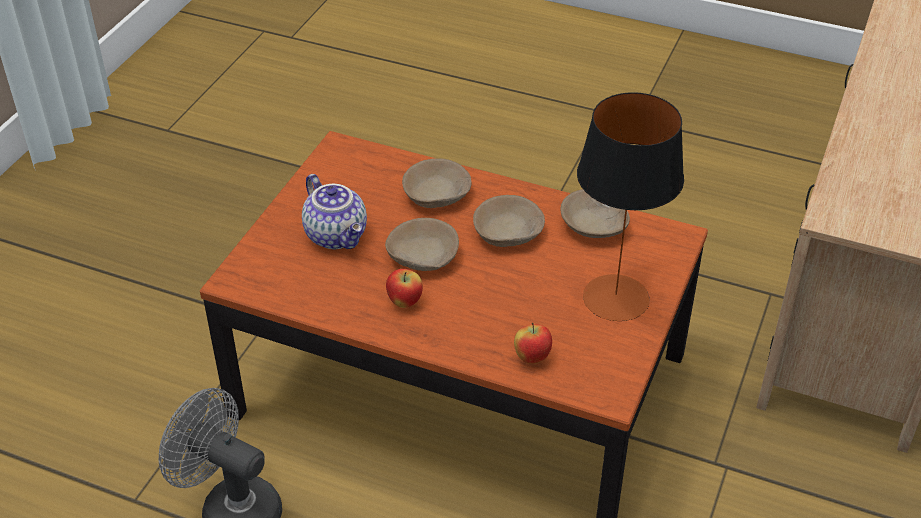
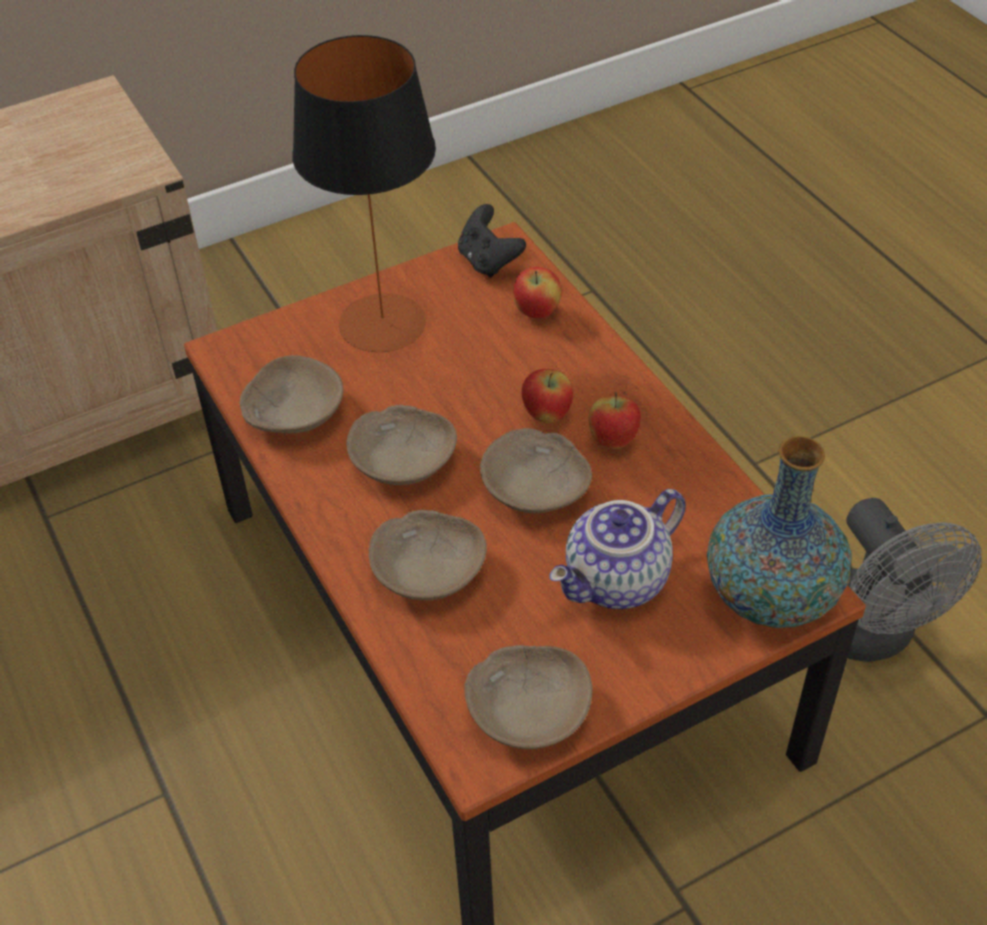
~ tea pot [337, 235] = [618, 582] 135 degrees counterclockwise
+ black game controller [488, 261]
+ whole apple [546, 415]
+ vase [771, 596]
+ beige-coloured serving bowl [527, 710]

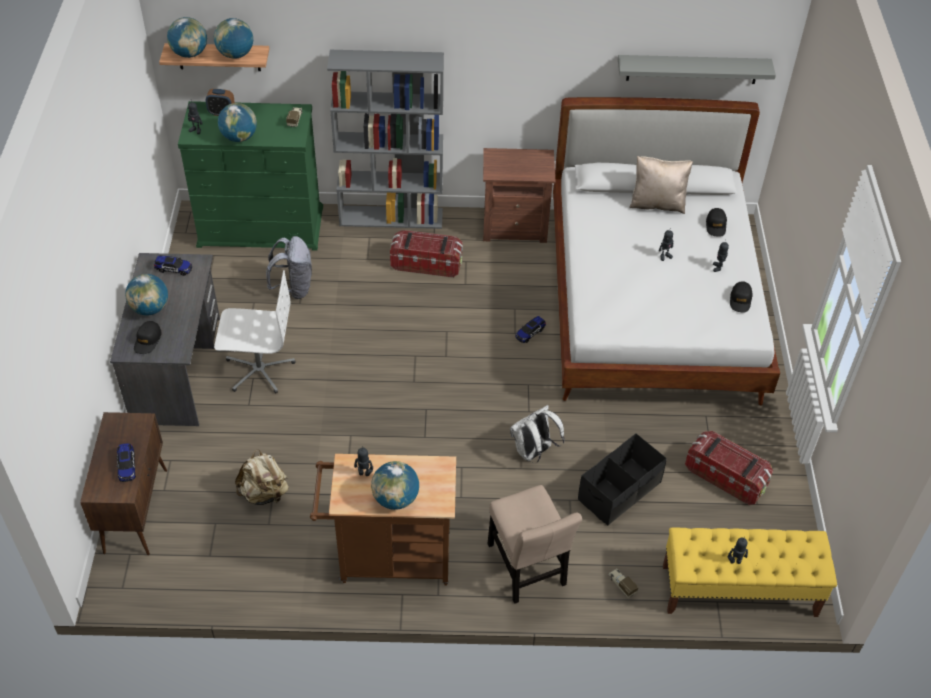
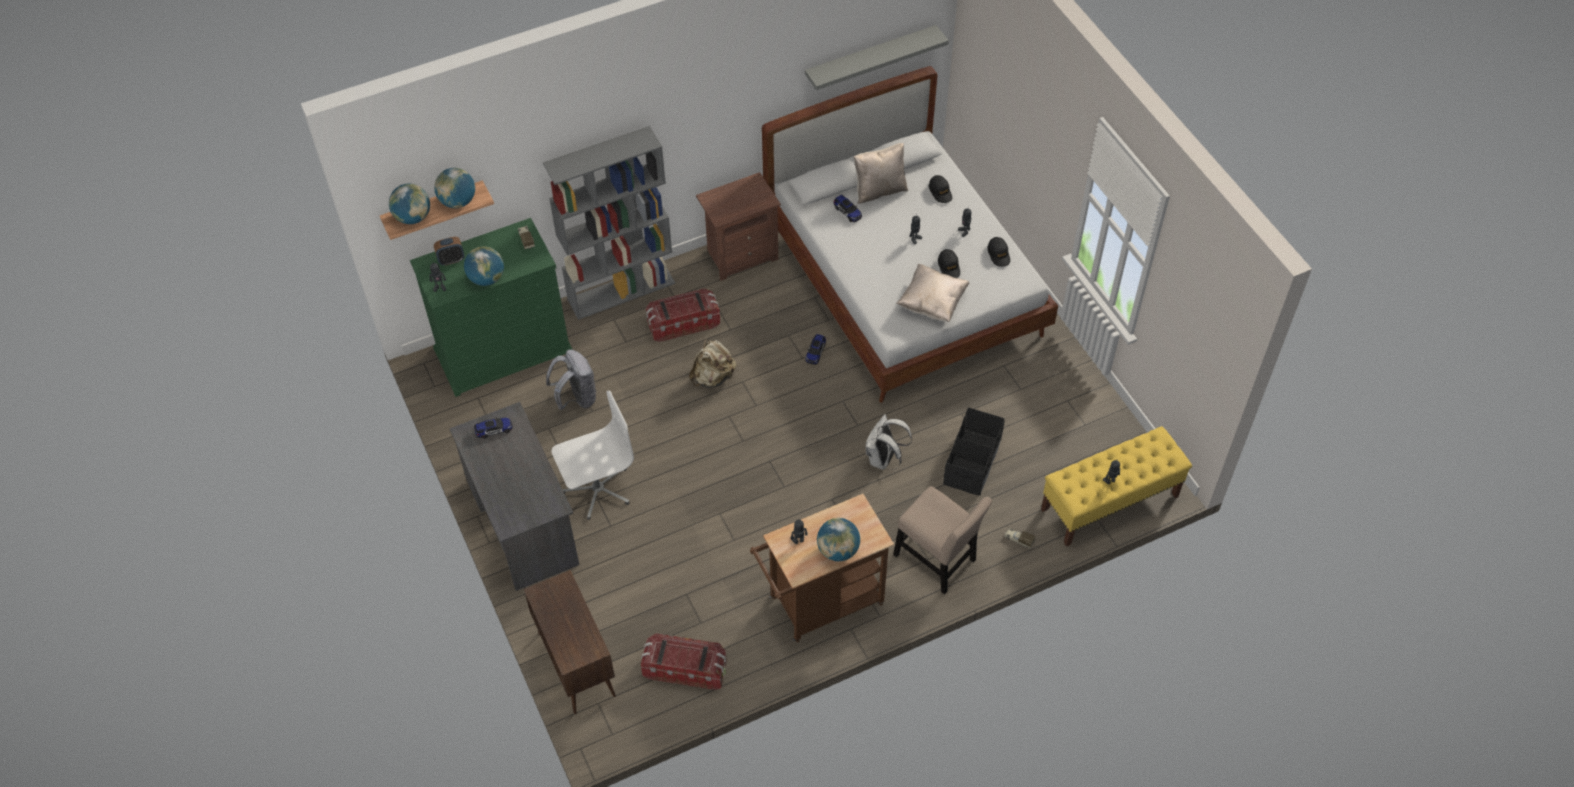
- desk globe [150, 308]
~ black baseball cap [147, 340] to [949, 267]
~ storage bin [726, 476] to [685, 669]
~ toy car [127, 466] to [847, 212]
~ beige-coloured backpack [264, 493] to [713, 377]
+ beige-coloured cushion [932, 303]

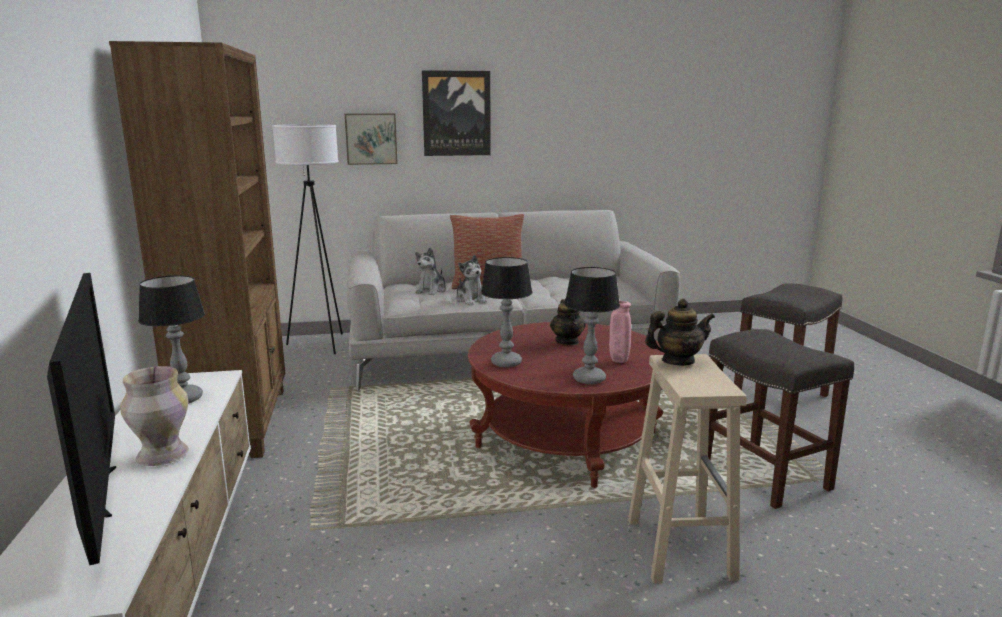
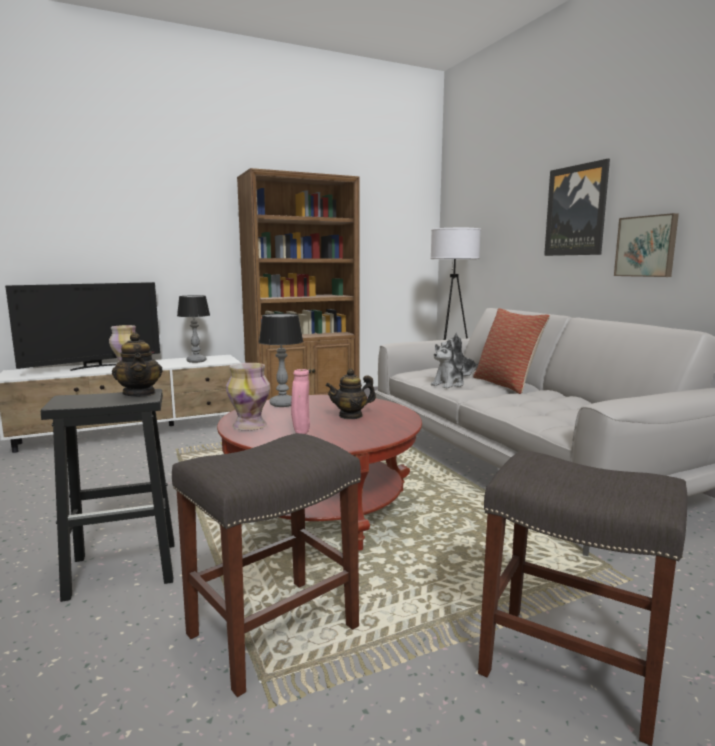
~ wall art [371, 138] to [646, 246]
~ lamp for a table [588, 379] to vase [249, 426]
~ beige-coloured stool [678, 547] to black stool [125, 569]

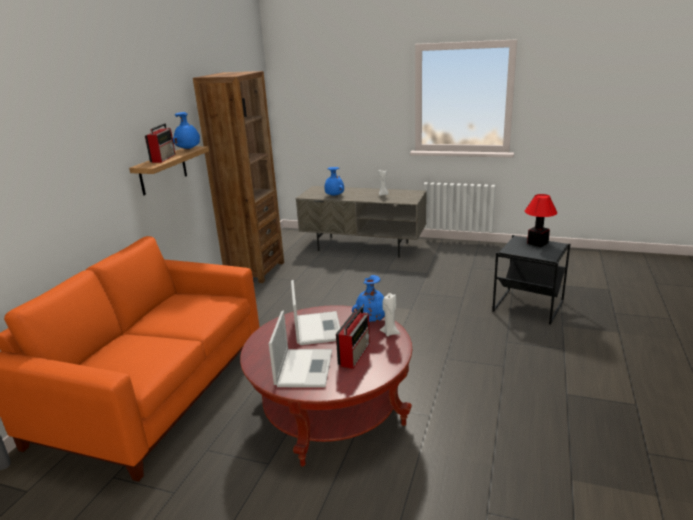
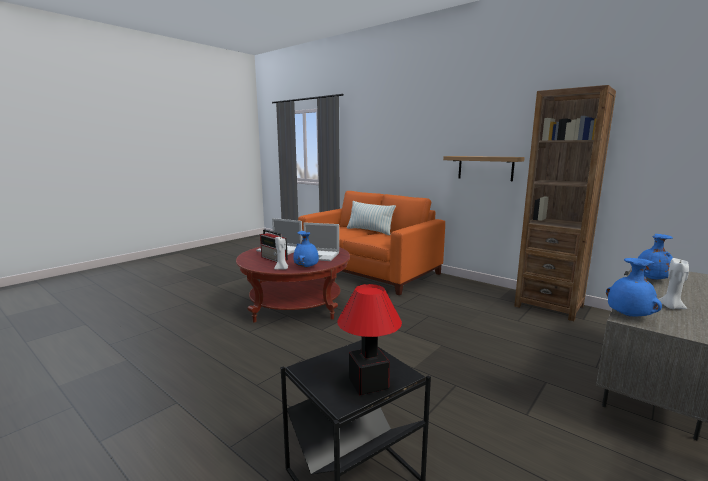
~ blue vase [189, 149] to [628, 316]
- radio receiver [163, 158]
+ cushion [369, 231]

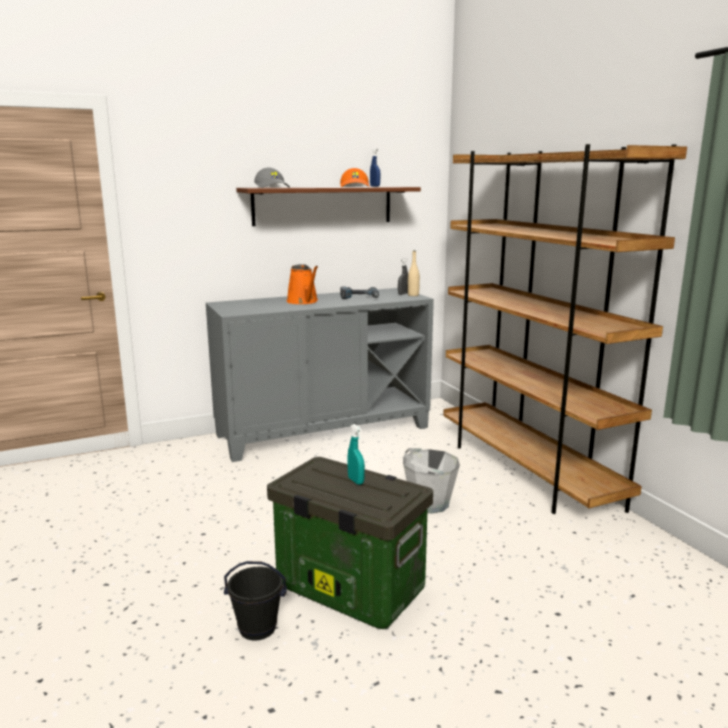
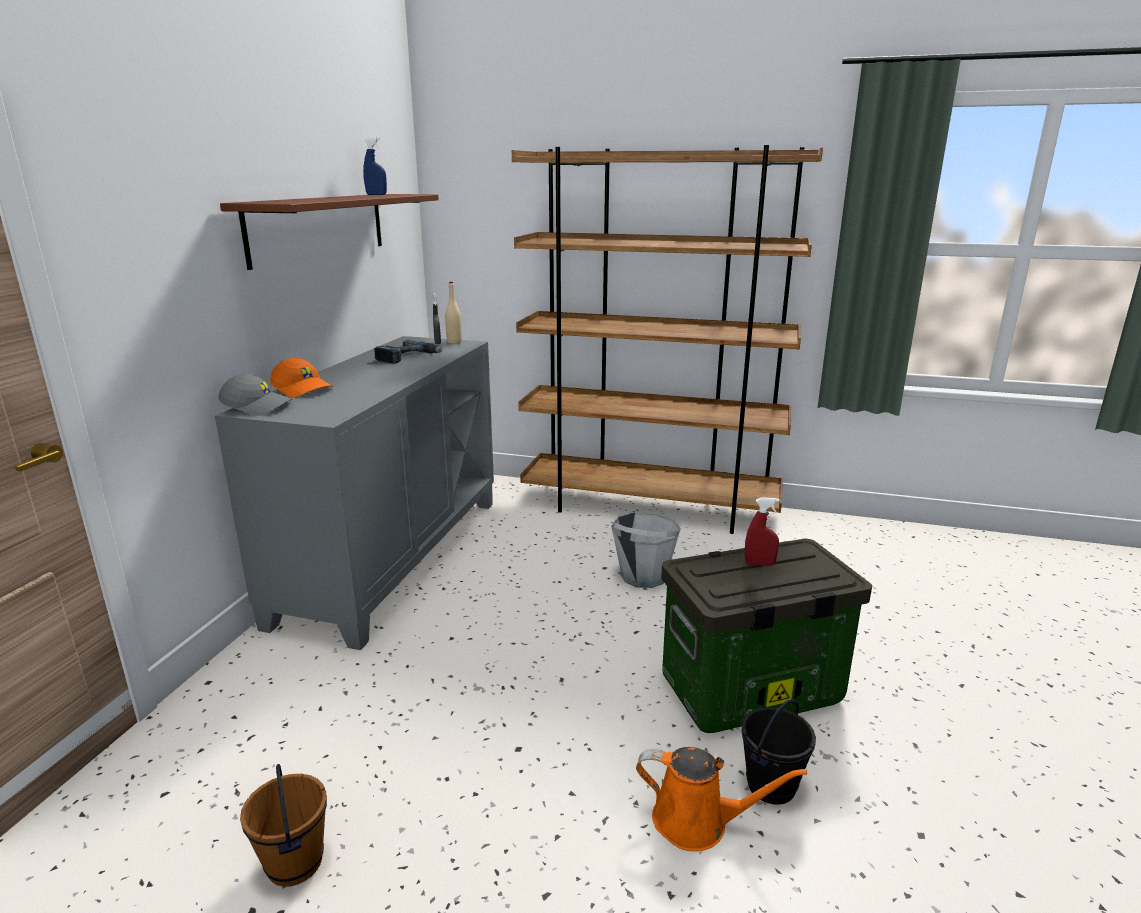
~ gray baseball cap [272, 187] to [258, 406]
~ orange-coloured baseball cap [355, 186] to [303, 389]
~ orange-coloured watering pot [303, 302] to [697, 822]
~ turquoise-coloured hand sprayer [356, 481] to red hand sprayer [759, 564]
+ brown pail [293, 864]

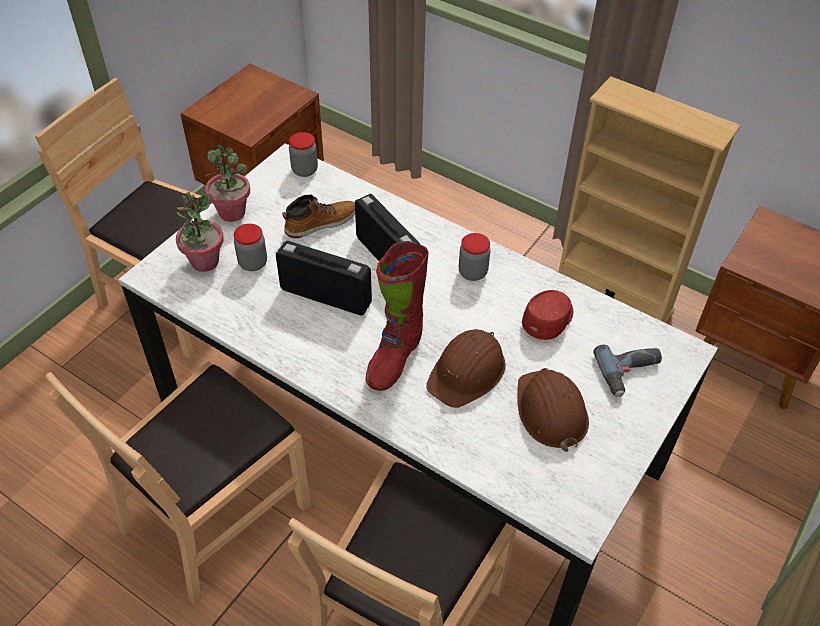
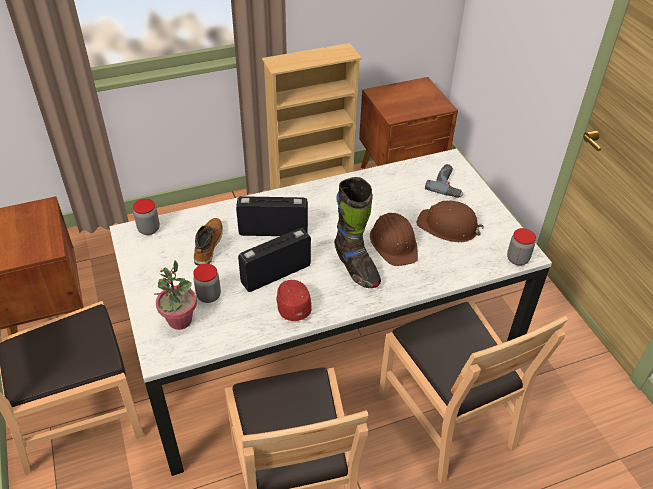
- plant in a pot [232, 212]
~ jar [472, 272] to [517, 259]
~ red high-top boot [394, 358] to black high-top boot [356, 268]
~ red baseball cap [549, 320] to [292, 304]

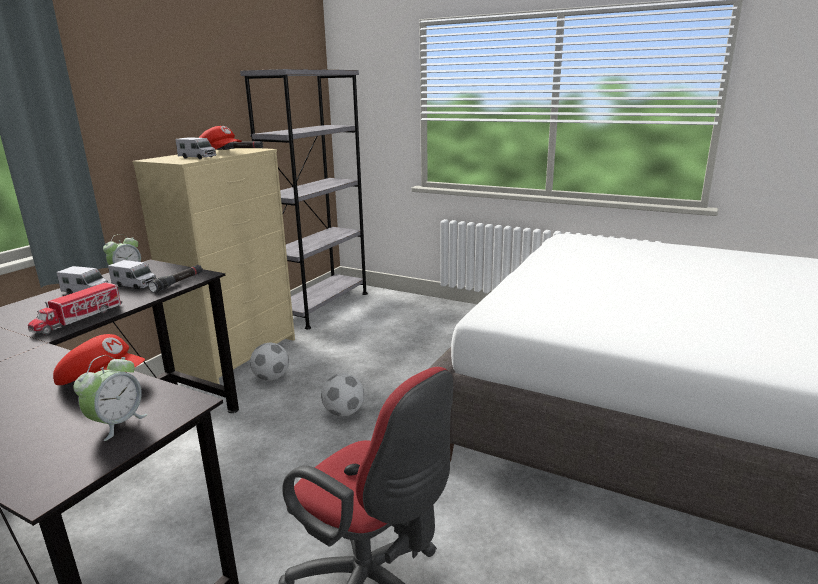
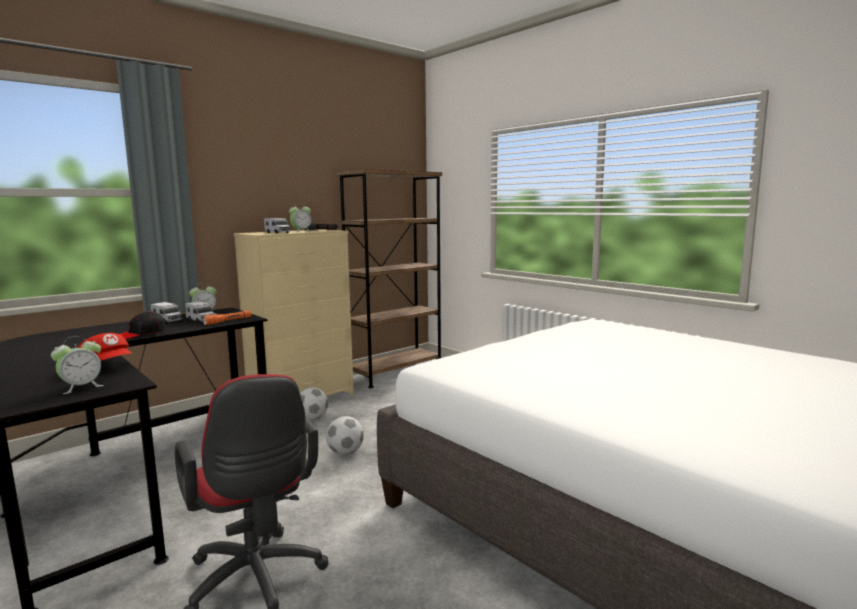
~ gray shelving unit [322, 306] to brown shelving unit [395, 373]
~ red baseball cap [220, 153] to bedside clock [301, 231]
~ black flashlight [178, 283] to orange-coloured flashlight [228, 321]
~ toy lorry [78, 319] to black baseball cap [141, 334]

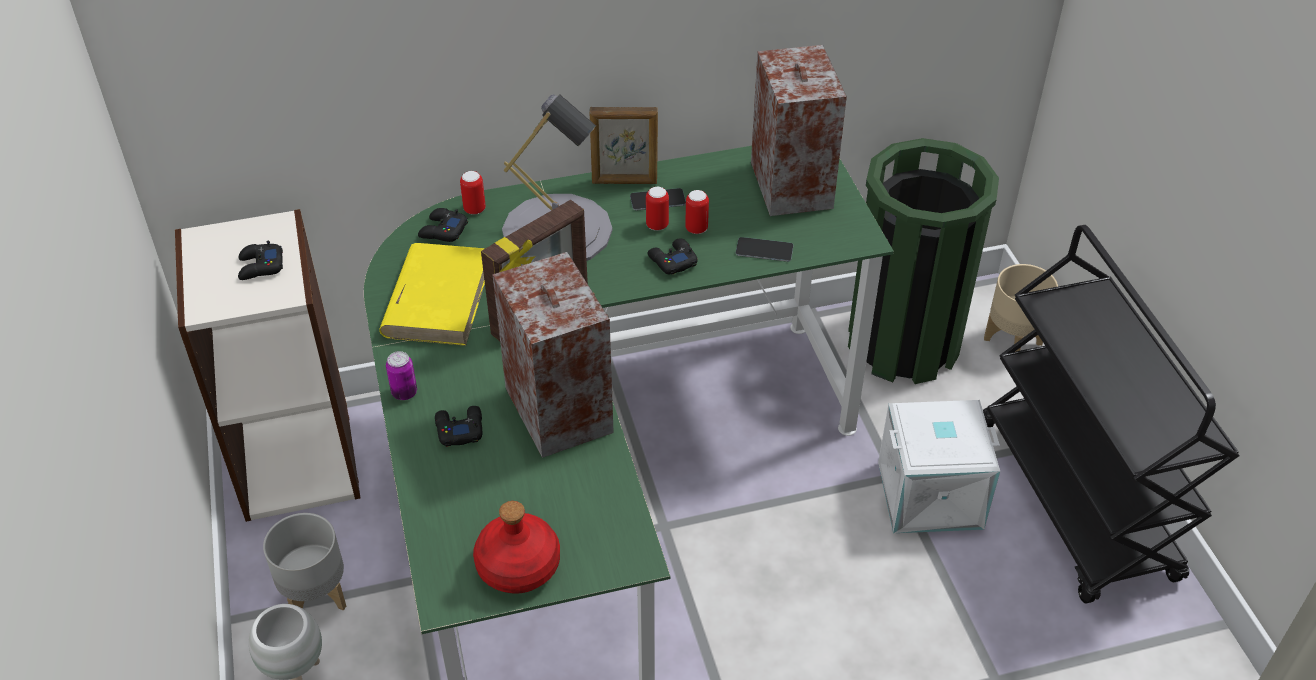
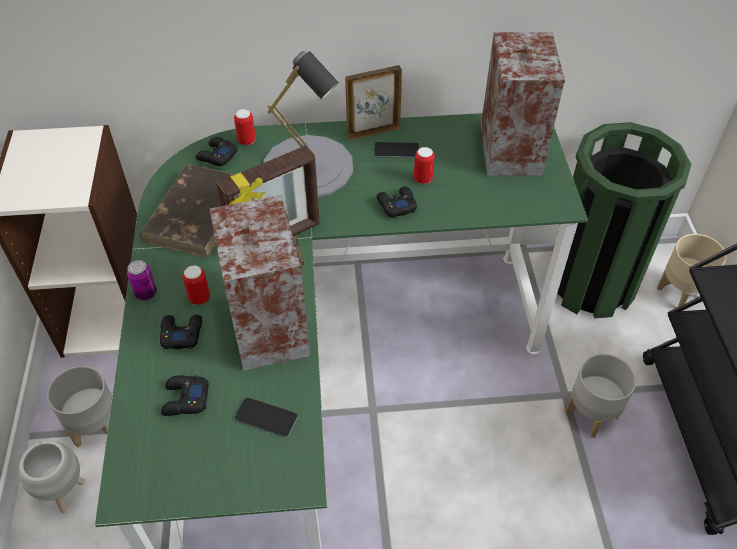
~ standing frame [624, 182] = [373, 132] 150 degrees clockwise
~ metal can [657, 225] to [199, 298]
~ handset [764, 250] to [266, 417]
~ black game controller [260, 267] to [185, 399]
~ yellow volume [438, 298] to brown volume [196, 213]
~ white-coloured storage bin [930, 493] to gray plant pot [592, 414]
- red beverage bottle [519, 566]

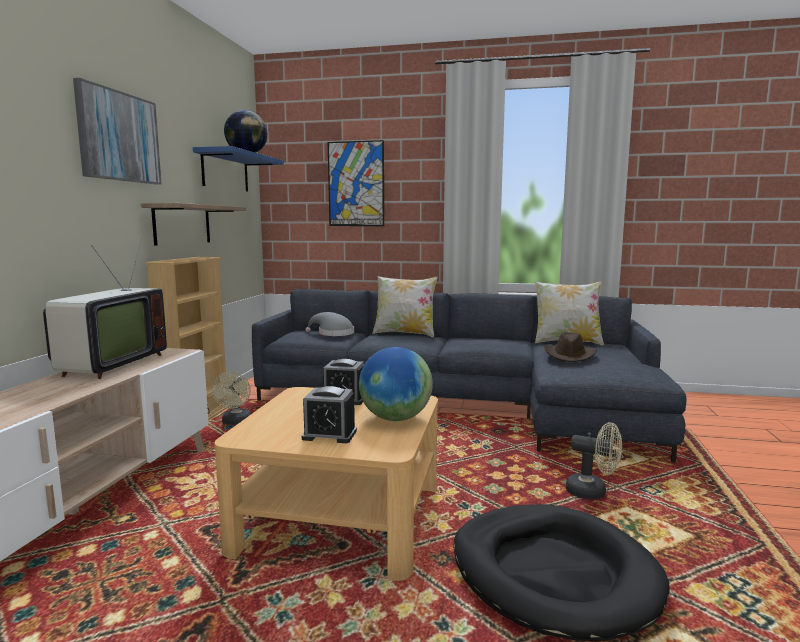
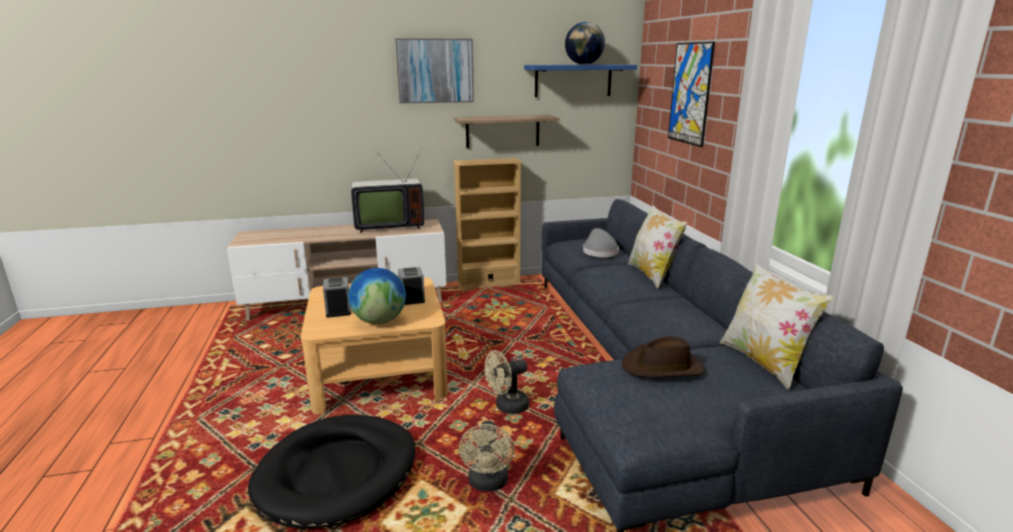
~ beige-coloured cooling fan [235, 422] to [507, 407]

